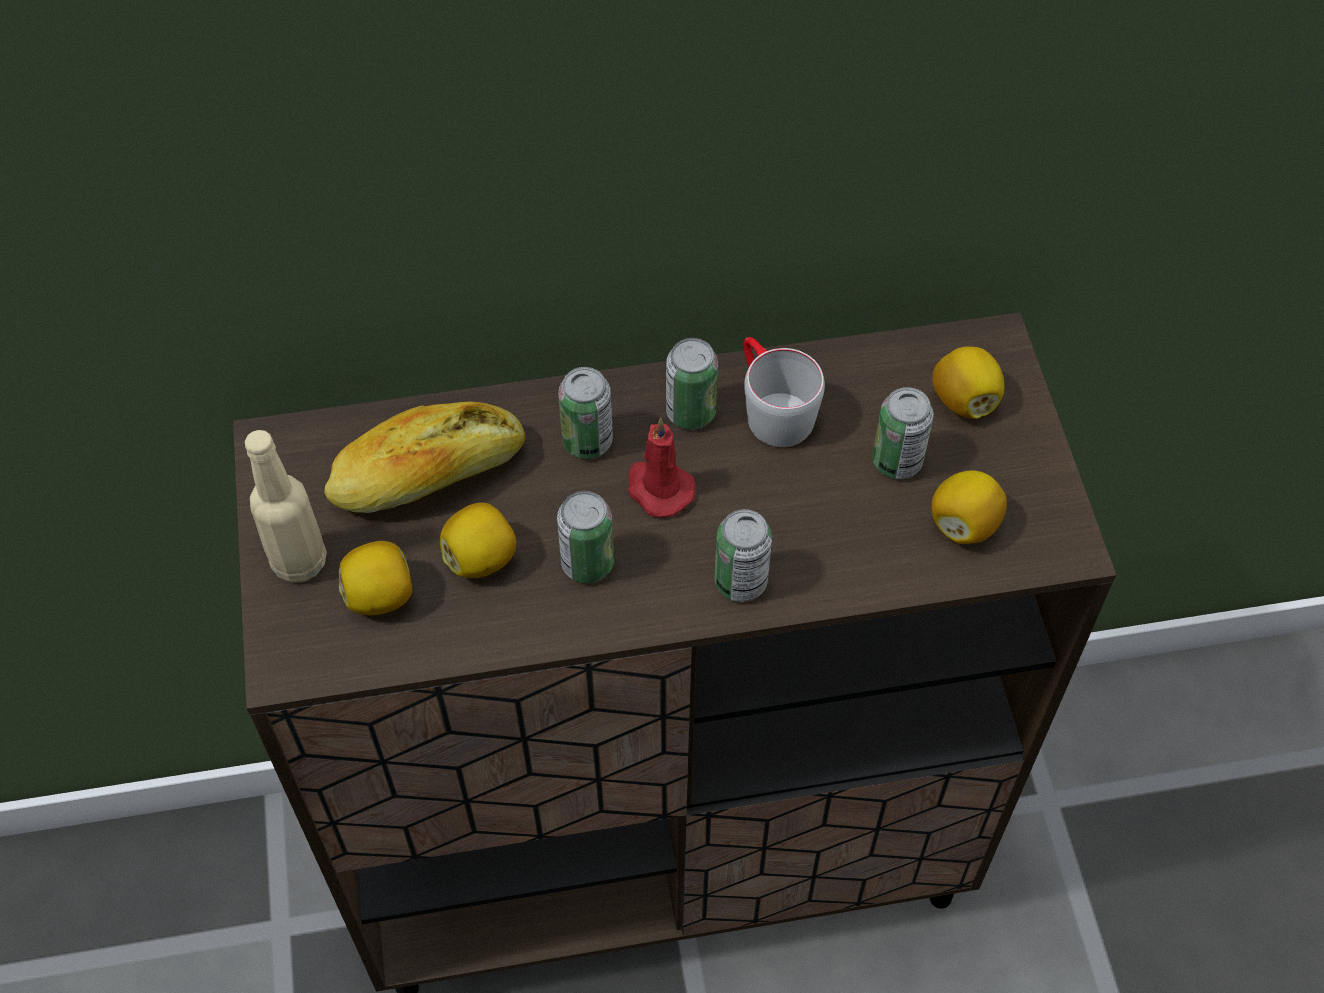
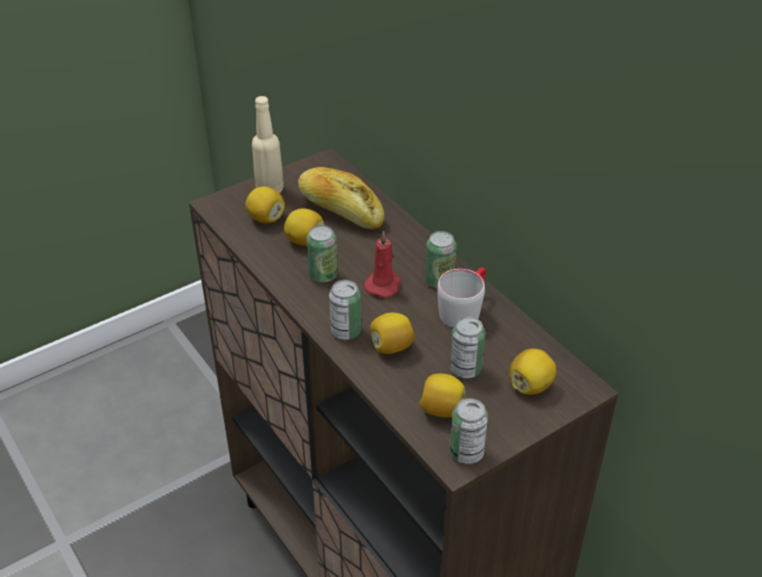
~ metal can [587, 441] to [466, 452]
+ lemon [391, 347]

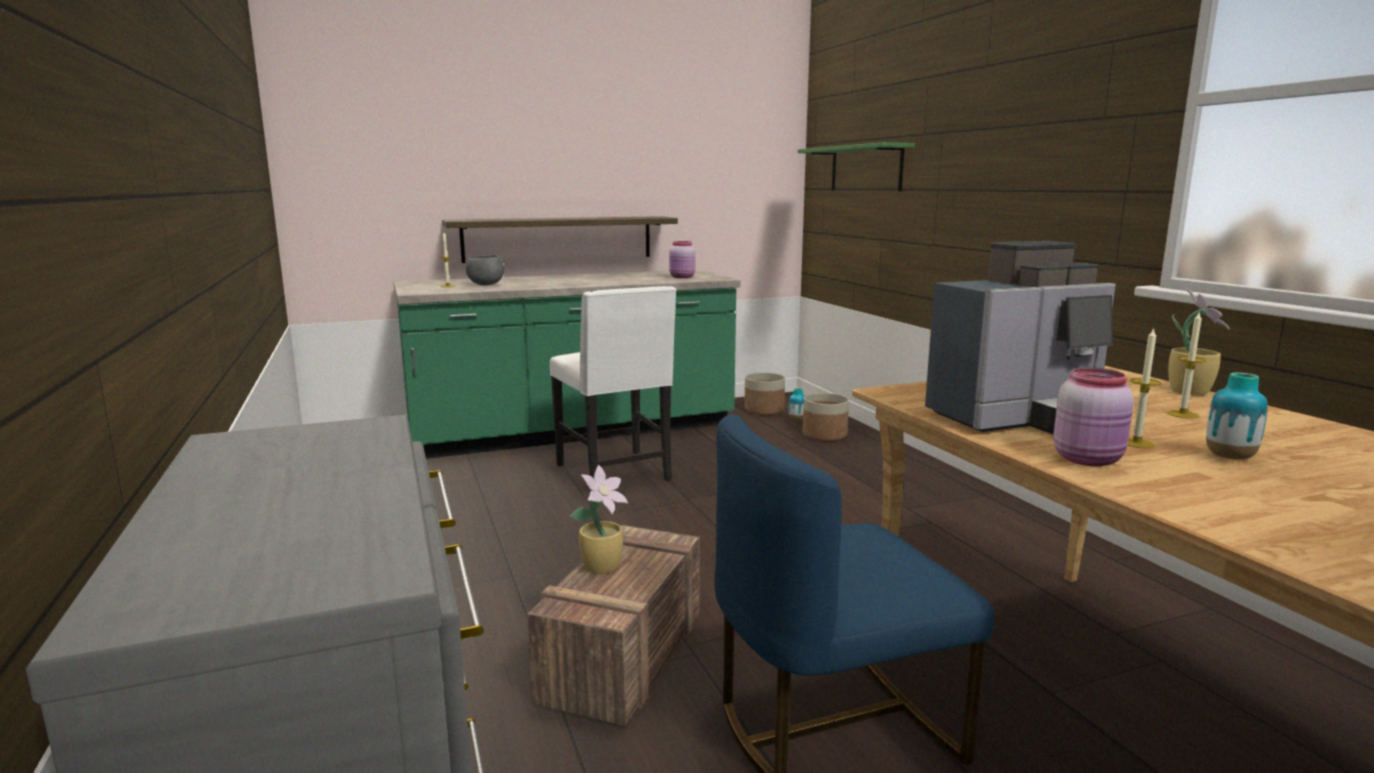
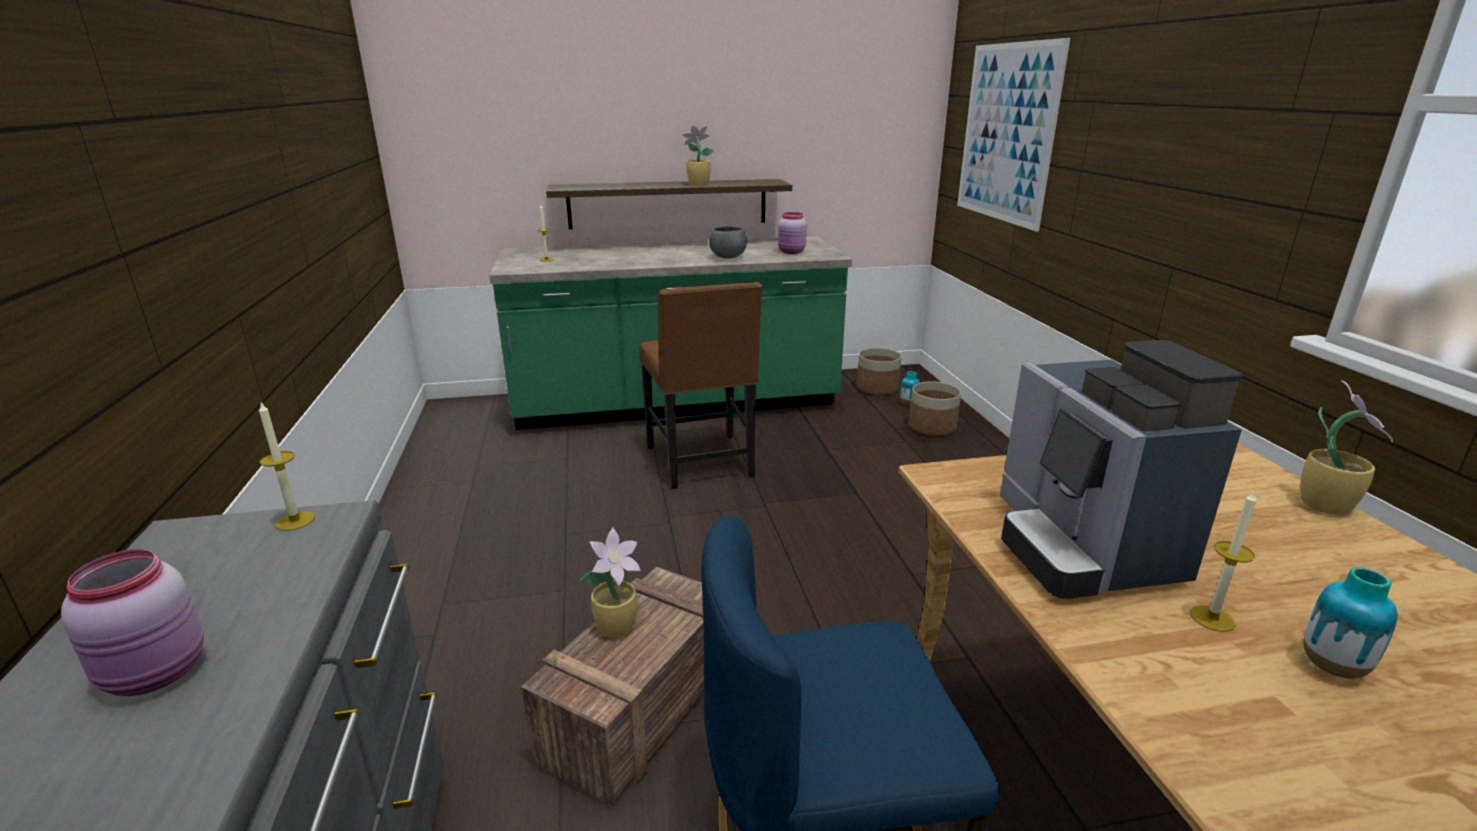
~ green bracket shelf [865, 168] to wall art [1006, 133]
~ coffee machine [1022, 418] = [1081, 546] 90 degrees clockwise
~ gray serving bowl [486, 285] to [728, 257]
~ white-coloured plain chair [616, 473] to brown plain chair [702, 463]
~ wax candle [1182, 414] to [295, 521]
~ pink jar [1089, 459] to [157, 673]
+ plant in a pot [697, 184]

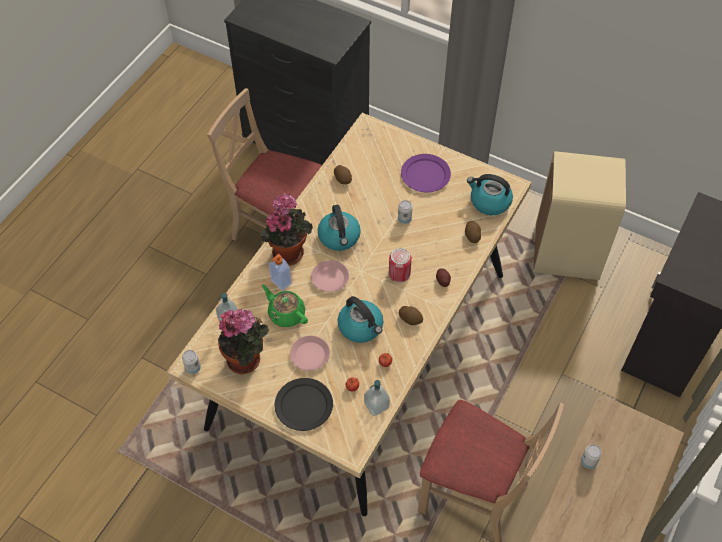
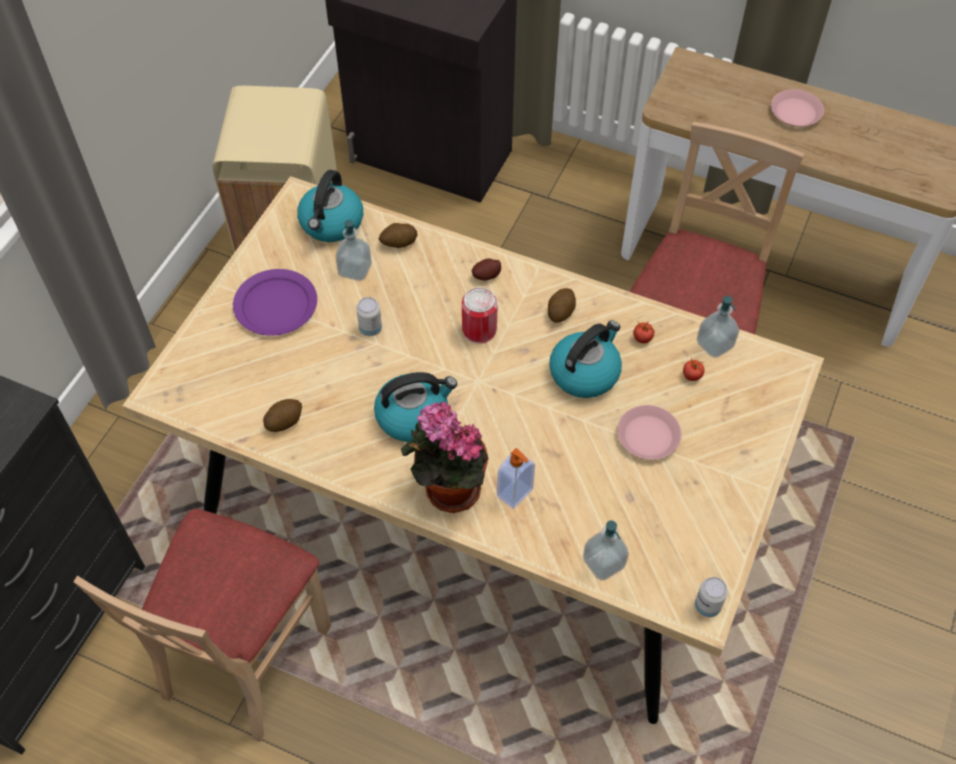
~ pink dinner plate [329, 278] to [795, 113]
- green tea pot [286, 314]
- plant in a pot [247, 360]
- black dinner plate [304, 405]
- metal can [588, 462]
+ soap bottle [355, 270]

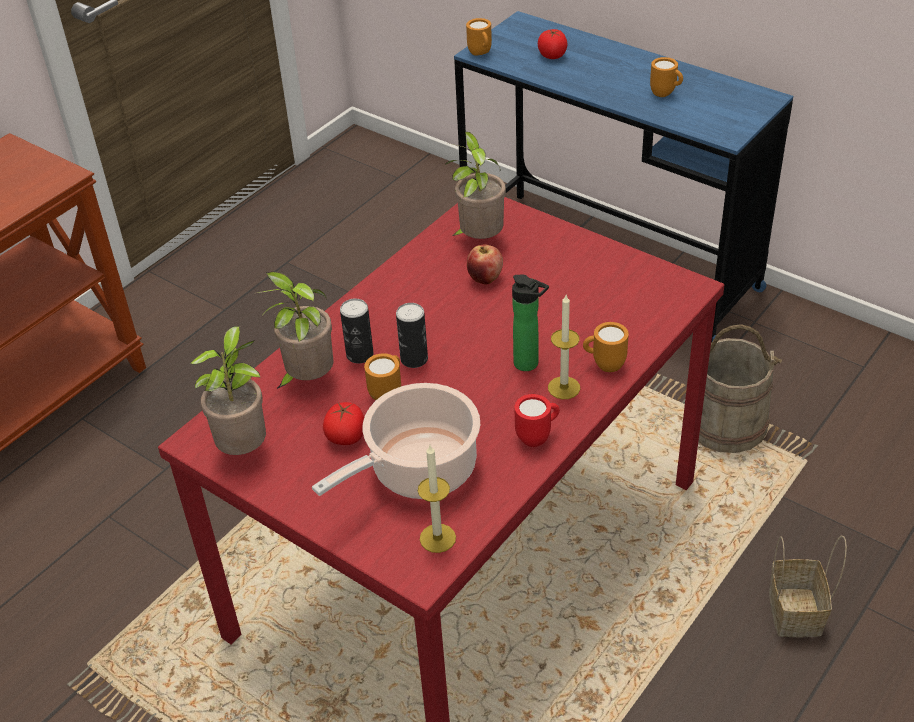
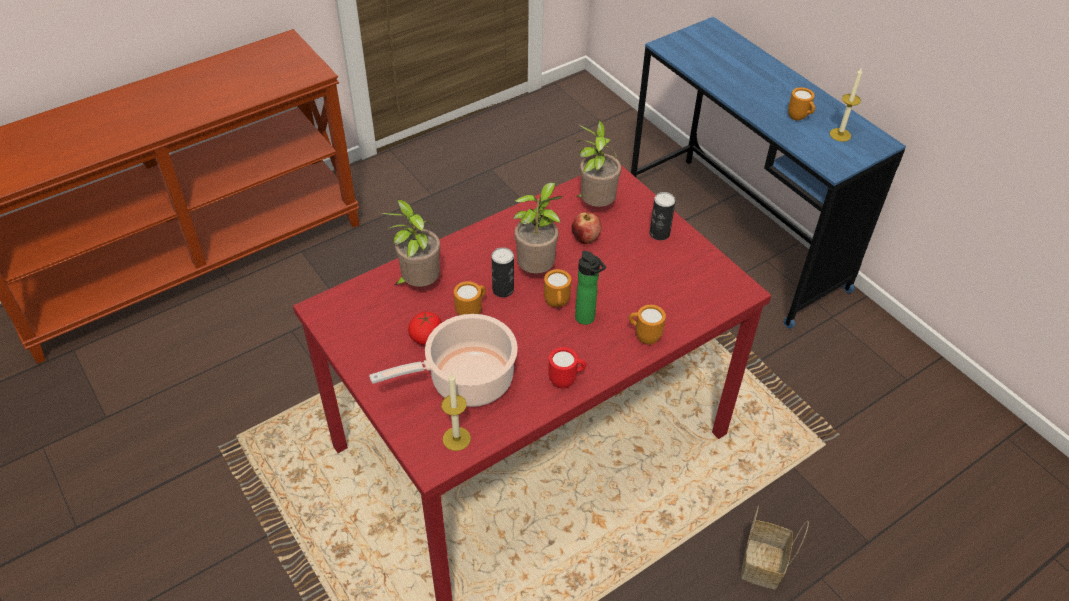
~ orange-coloured tea mug [481, 54] to [557, 305]
- whole tomato [552, 55]
~ wax candle [564, 388] to [840, 135]
~ metal can [360, 354] to [659, 233]
- beige-coloured pail [726, 424]
~ plant in a pot [245, 449] to [537, 270]

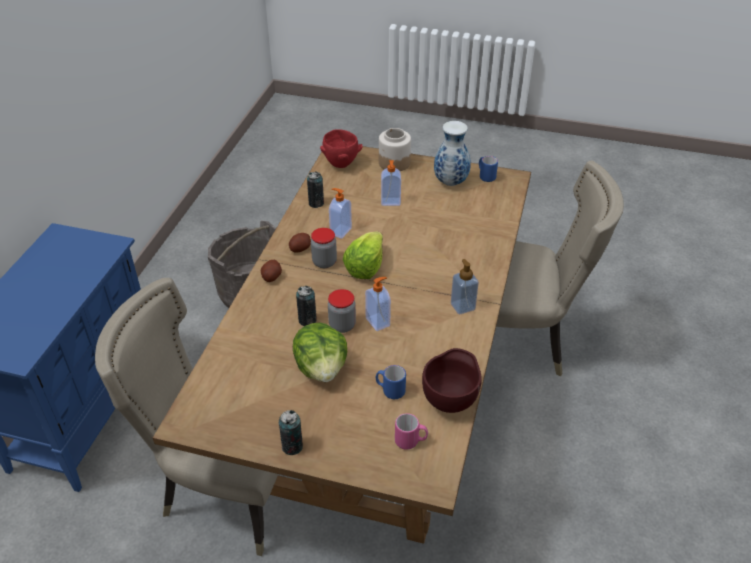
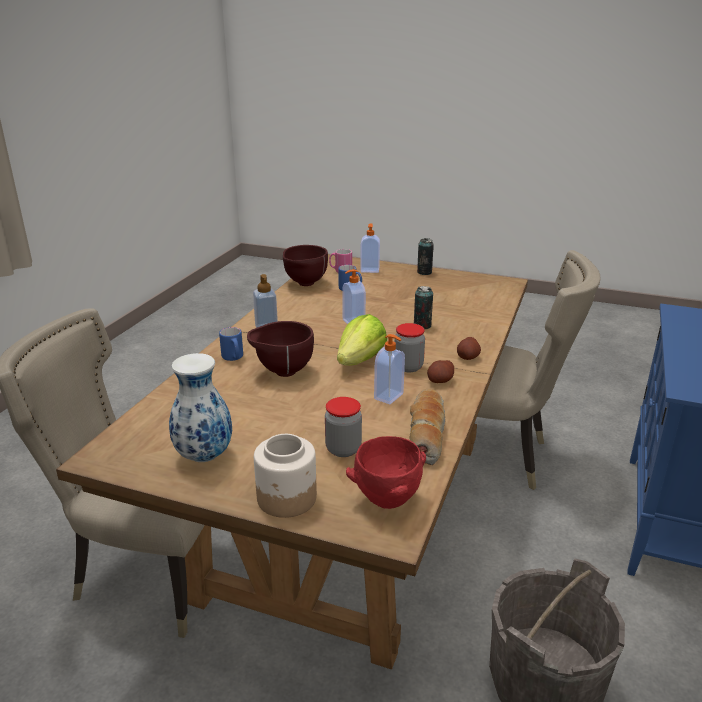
~ blue tea mug [485, 176] to [233, 358]
~ soap bottle [390, 202] to [370, 270]
~ metal can [316, 203] to bakery bread [426, 433]
~ jar [342, 325] to [343, 449]
- lettuce head [321, 368]
+ brown serving bowl [282, 372]

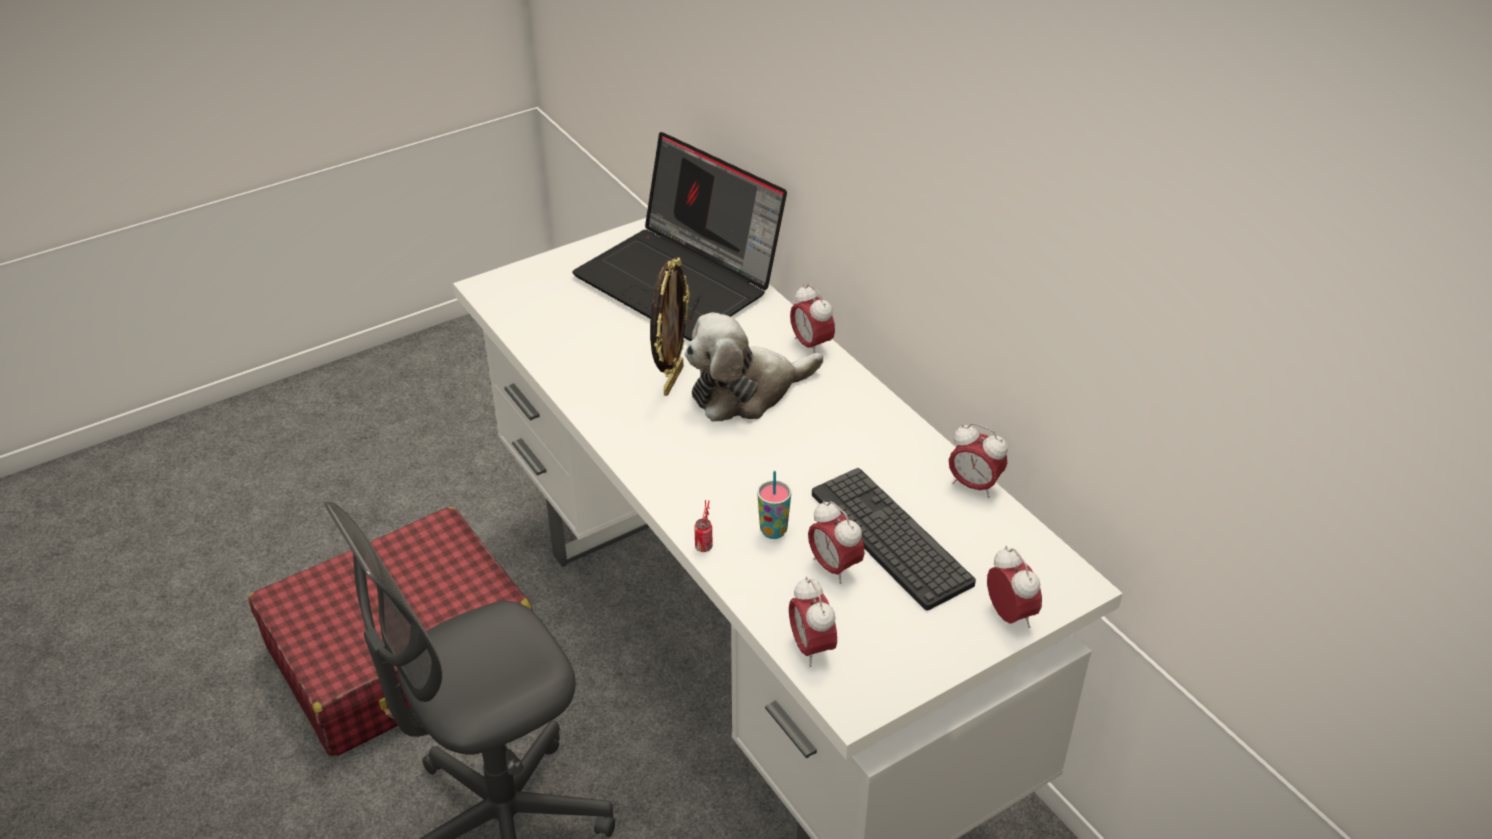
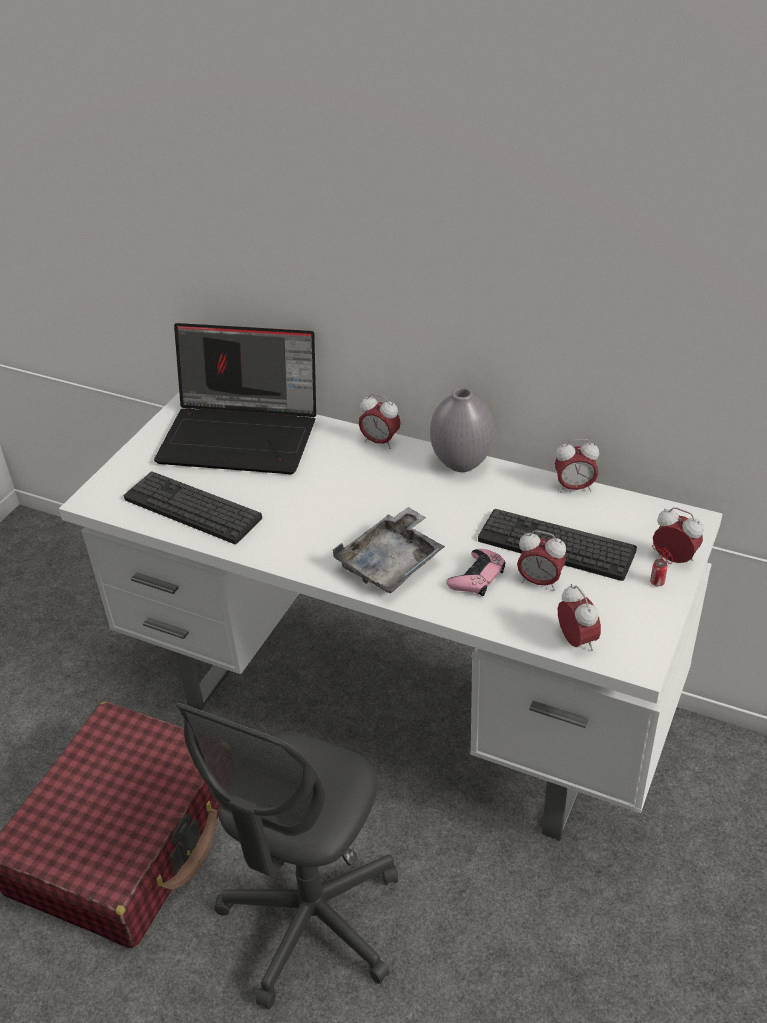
- standing frame [671, 380]
- soft toy [746, 392]
~ small cup [773, 531] to pink game controller [477, 577]
~ metal can [704, 545] to [656, 581]
~ bedside clock [811, 648] = [576, 641] 150 degrees counterclockwise
+ gray vase [462, 463]
+ computer keyboard [192, 508]
+ gray serving tray [392, 563]

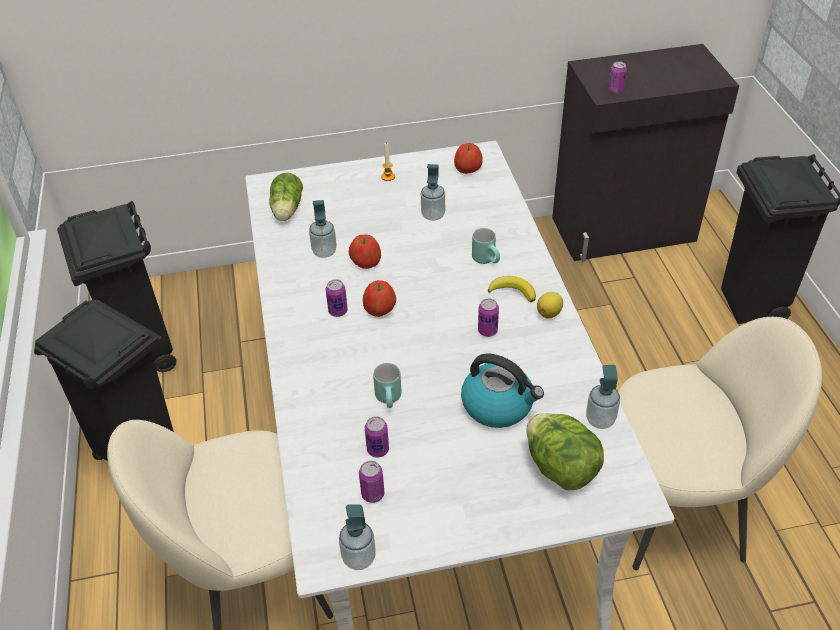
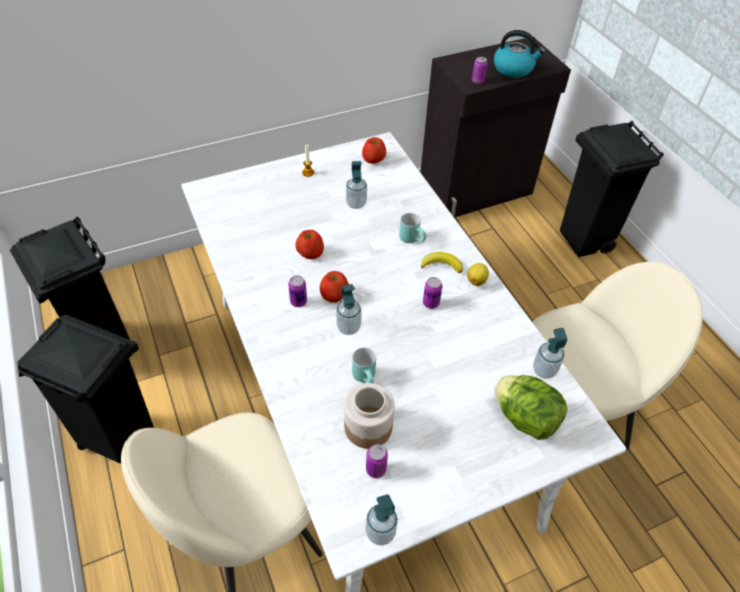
- lettuce head [286, 210]
~ soap bottle [324, 252] to [348, 327]
~ water kettle [498, 405] to [514, 68]
~ metal can [378, 450] to jar [369, 427]

